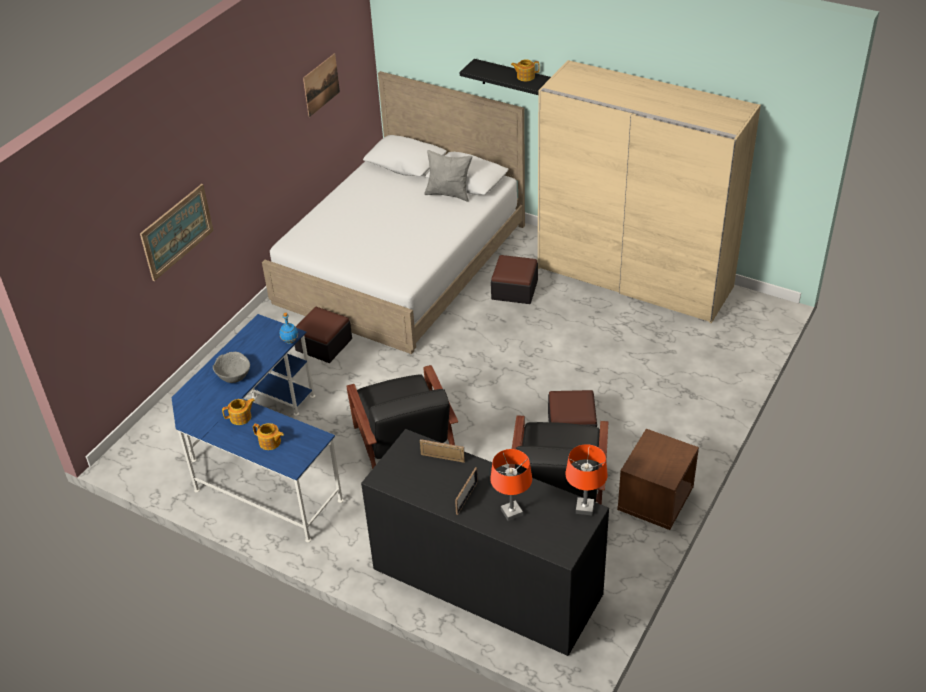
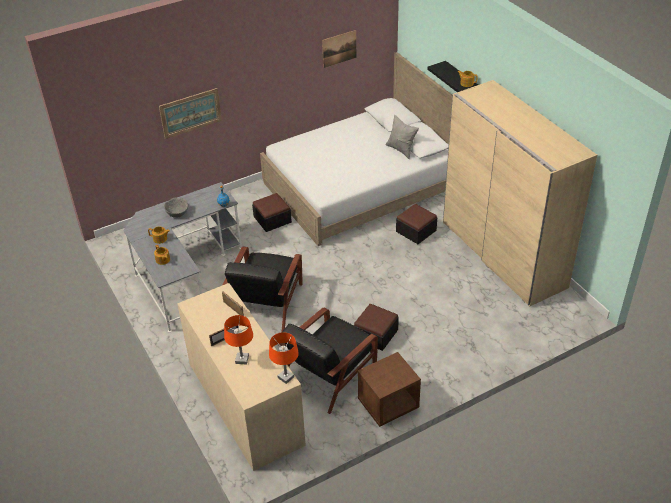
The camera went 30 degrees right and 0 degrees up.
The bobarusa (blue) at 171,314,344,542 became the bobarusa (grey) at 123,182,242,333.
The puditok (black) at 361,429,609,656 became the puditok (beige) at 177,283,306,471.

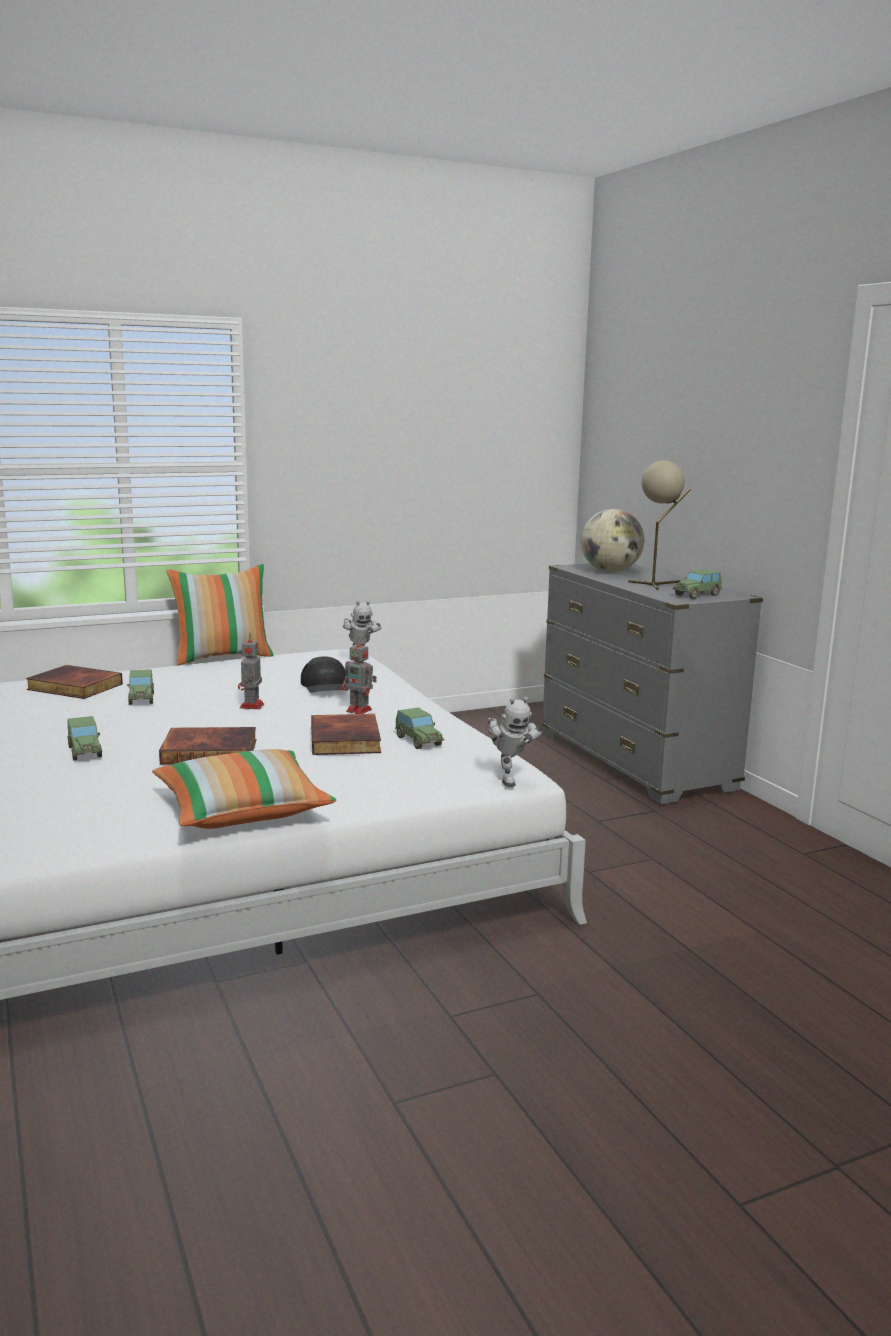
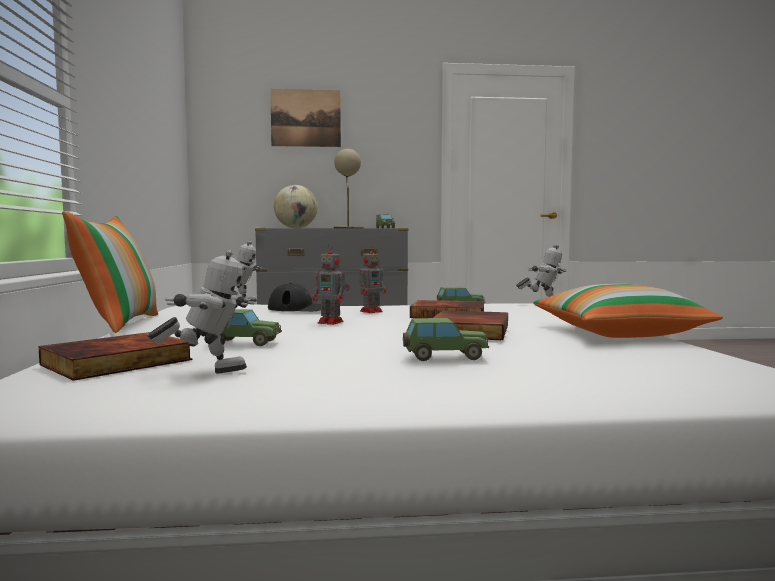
The camera went 70 degrees left and 10 degrees down.
The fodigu at 148,250,254,374 appeared.
The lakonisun at 270,89,341,147 appeared.

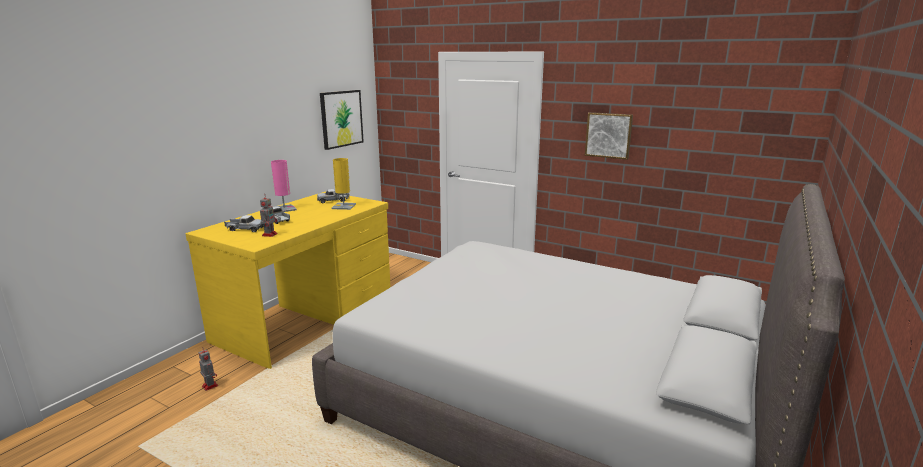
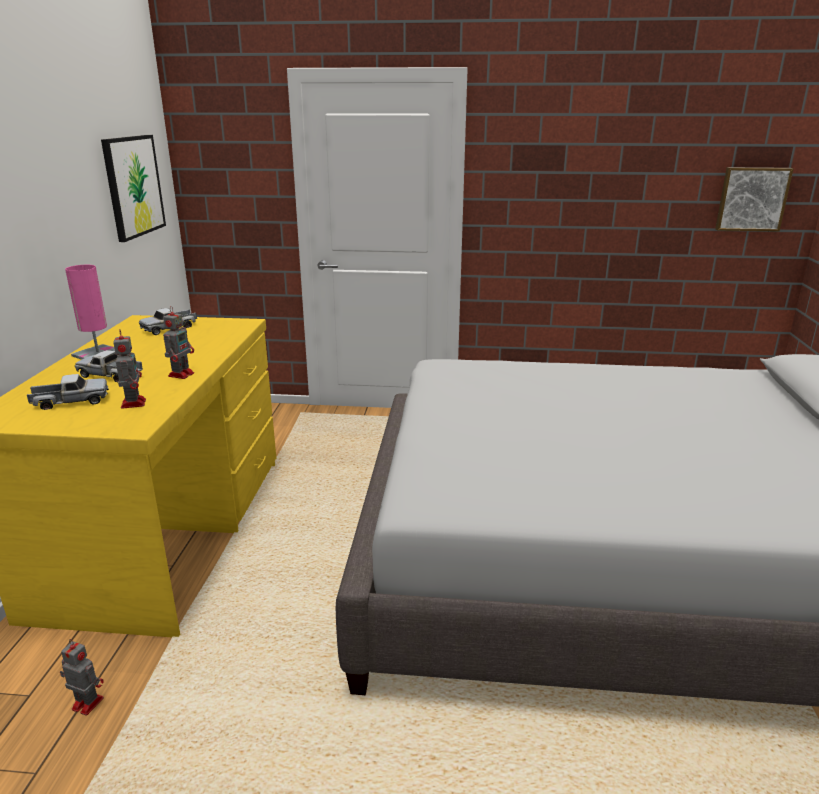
The camera went 25 degrees left and 5 degrees up.
The fodigu at 163,306,194,379 appeared.
The lakonisun moved from 585,112,633,160 to 715,167,793,232.
The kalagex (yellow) at 332,158,356,210 disappeared.

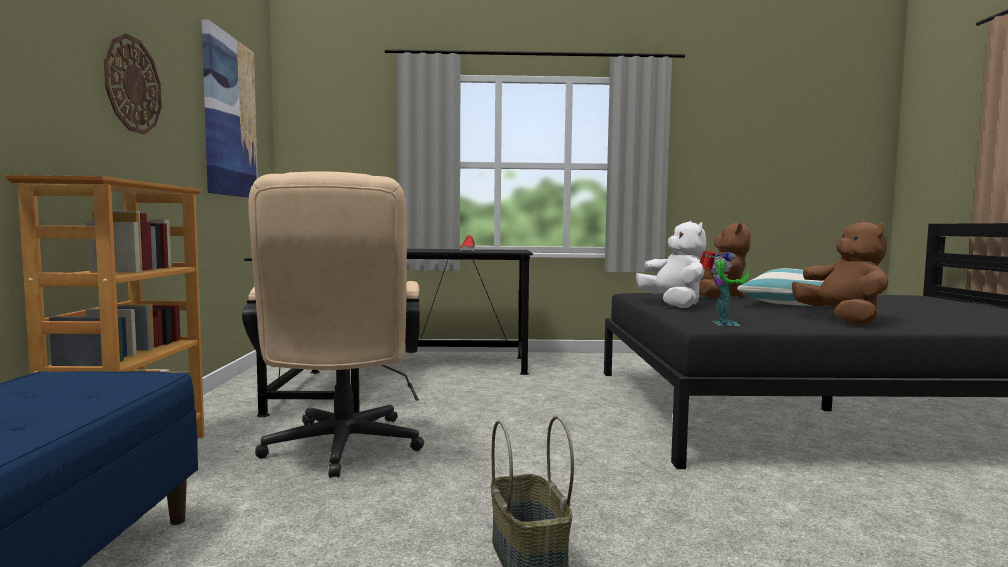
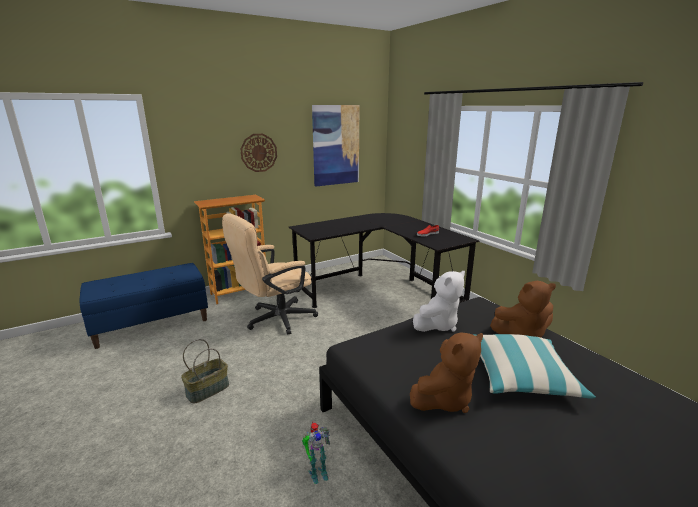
The camera went 60 degrees right and 15 degrees up.
The fodigu moved from 700,250,749,326 to 302,422,330,484.

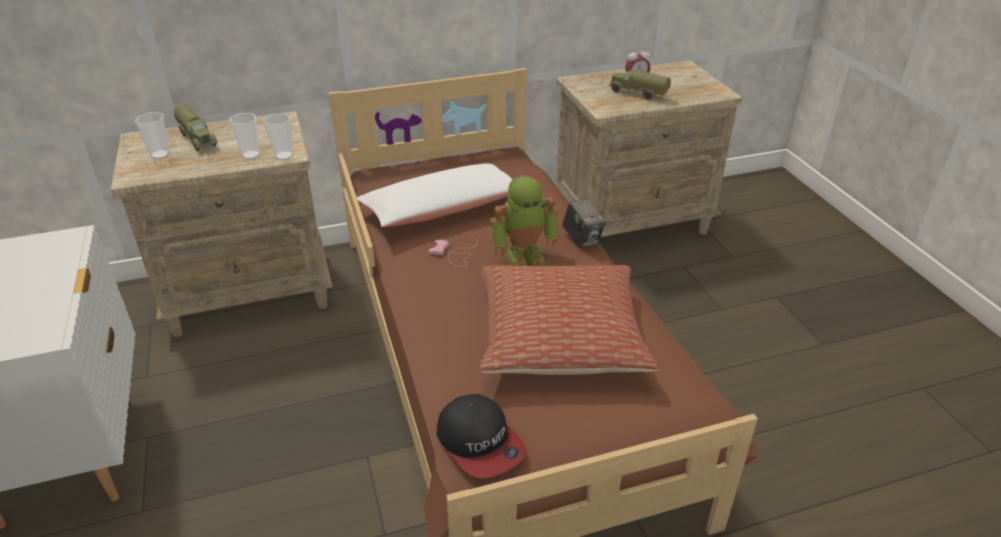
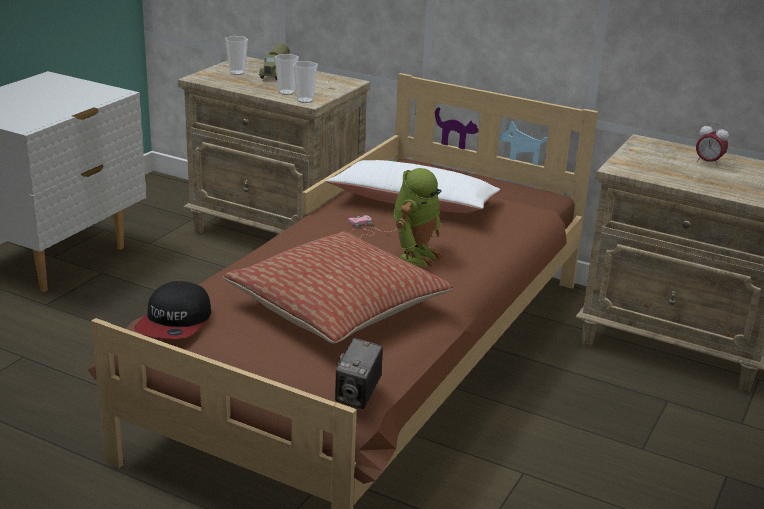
The camera went 45 degrees right and 10 degrees down.
The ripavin moved from 562,198,606,249 to 335,338,383,409.
The fodigu at 490,175,559,266 turned 90 degrees counterclockwise.
The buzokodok at 609,70,671,100 disappeared.

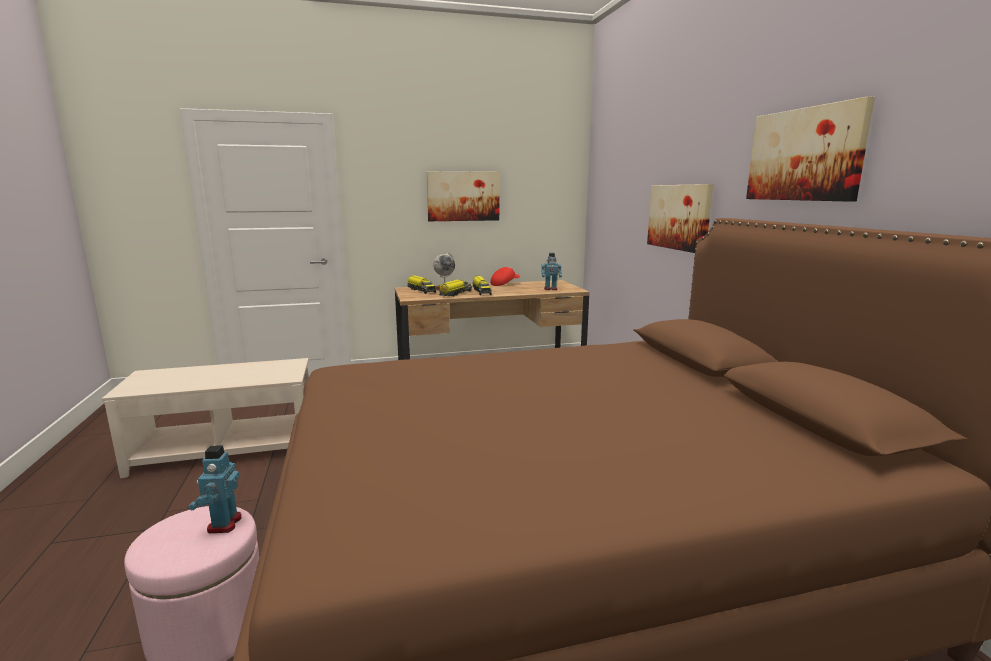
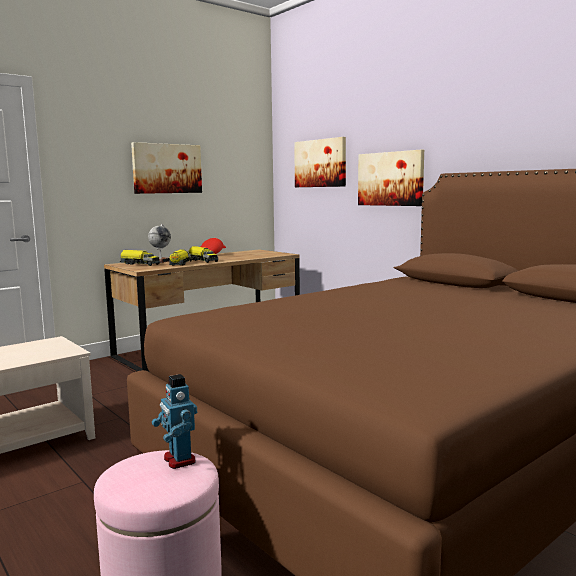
The camera went 25 degrees left and 5 degrees down.
The lakonisun moved from 746,96,875,202 to 294,137,346,187.
The fodigu at 541,253,562,290 disappeared.

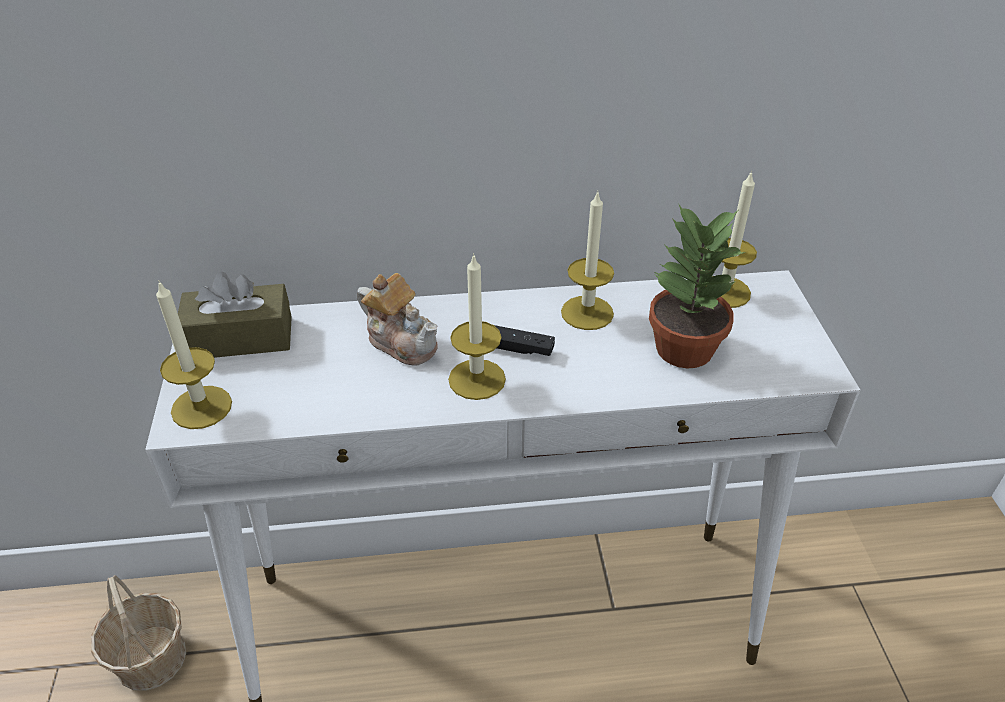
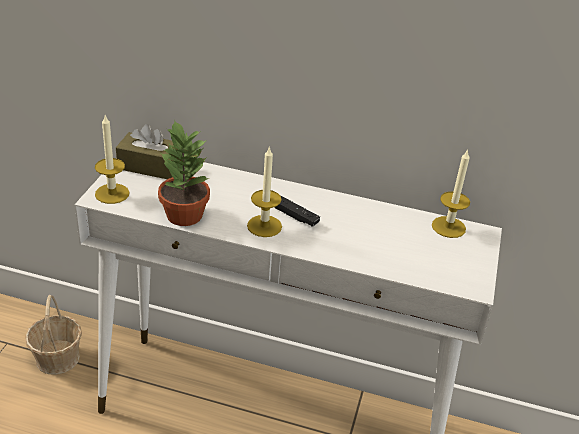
The camera went 20 degrees right and 5 degrees down.
The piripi moved from 649,205,745,368 to 158,119,210,226.
The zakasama at 357,273,438,366 disappeared.
The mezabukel at 561,190,614,330 disappeared.

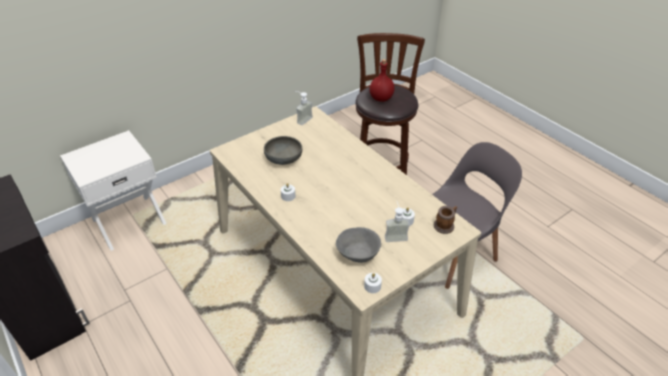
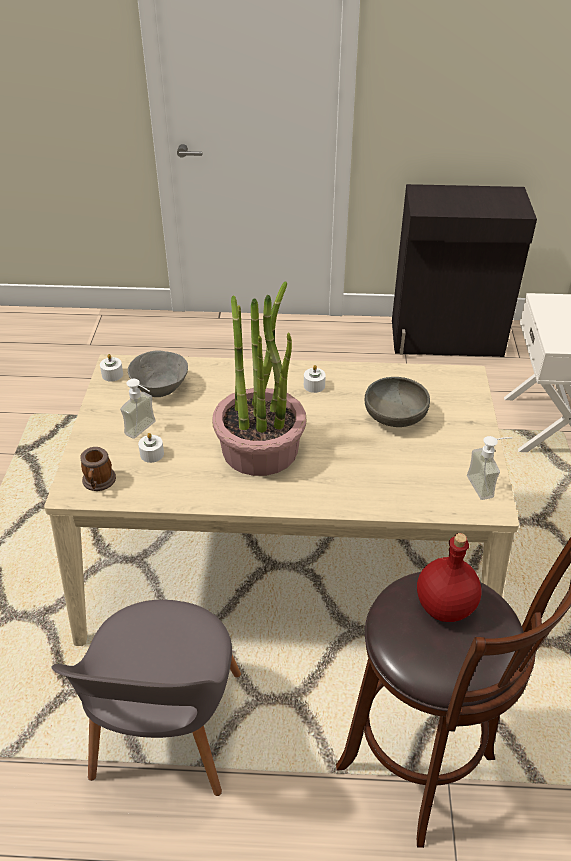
The camera went 130 degrees right and 0 degrees up.
The piripi at 212,282,306,476 appeared.

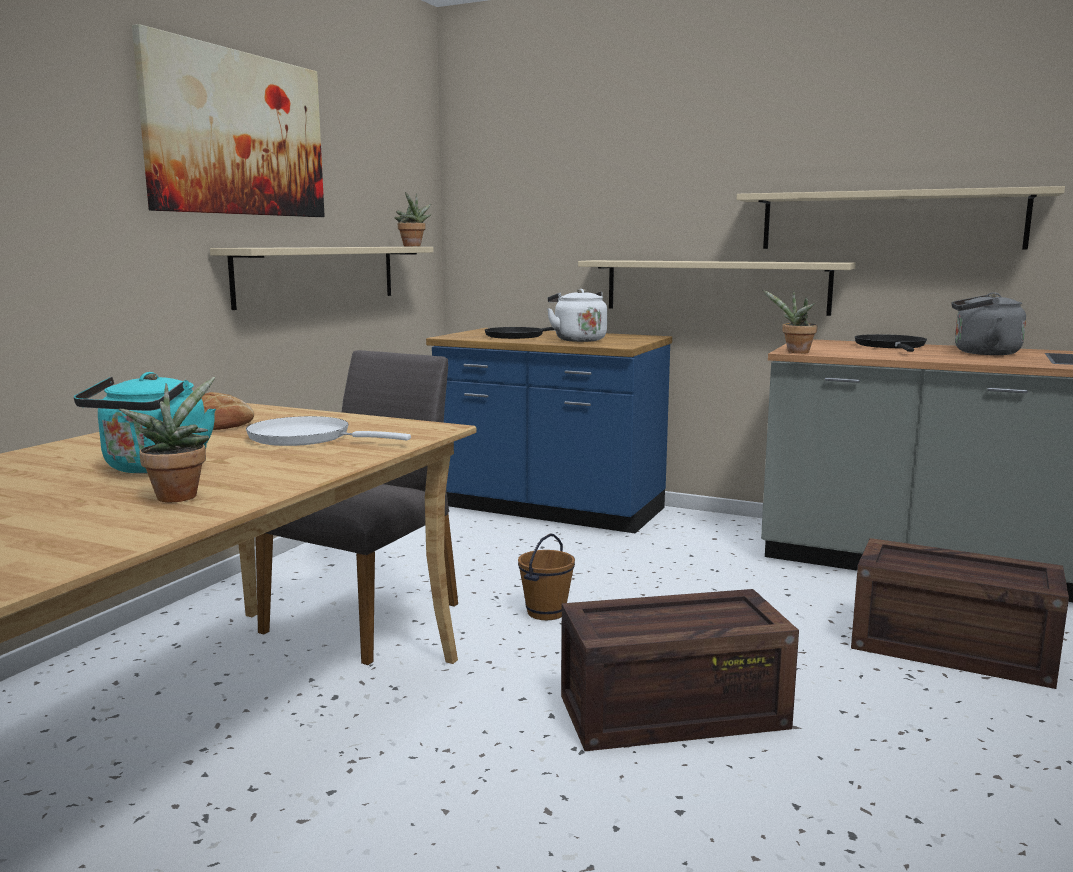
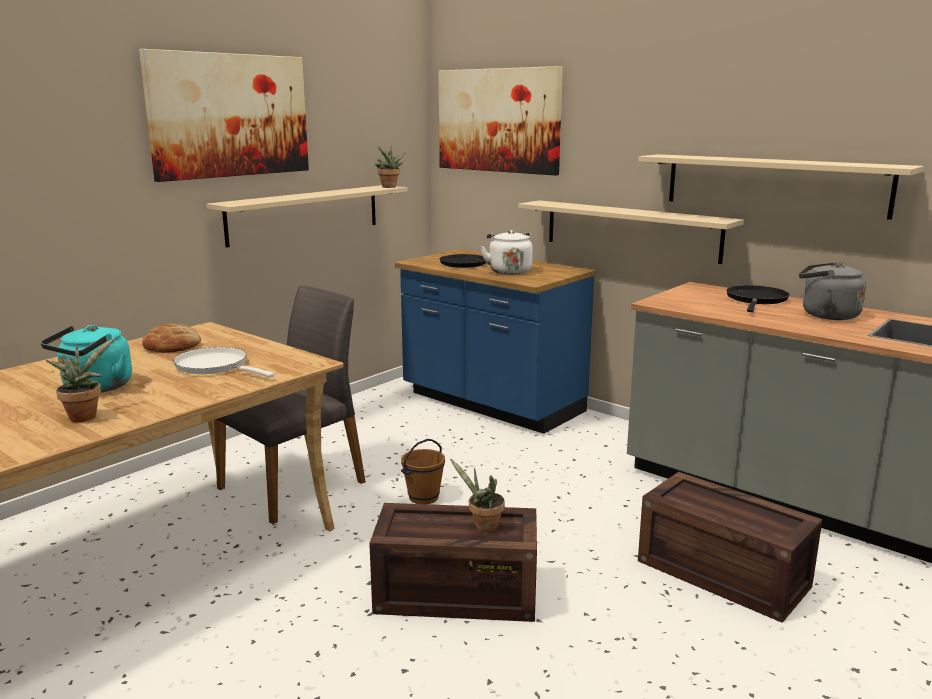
The camera went 15 degrees right and 5 degrees up.
The lakonisun at 439,66,563,176 appeared.
The piripi moved from 762,290,818,353 to 450,458,505,532.

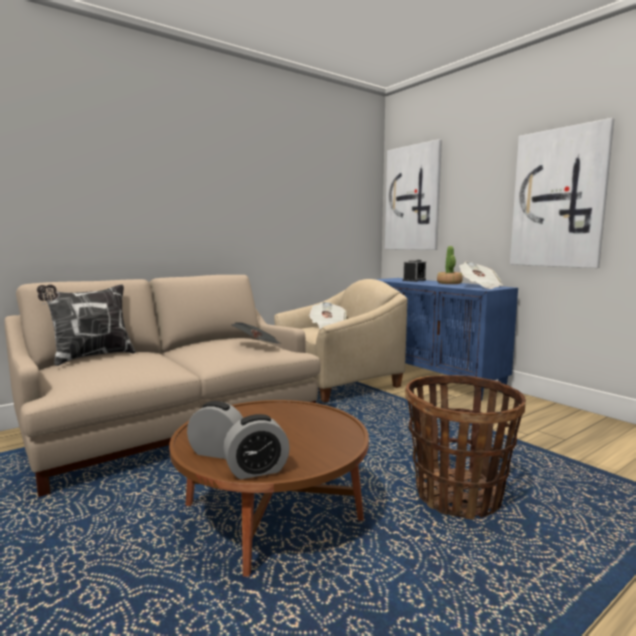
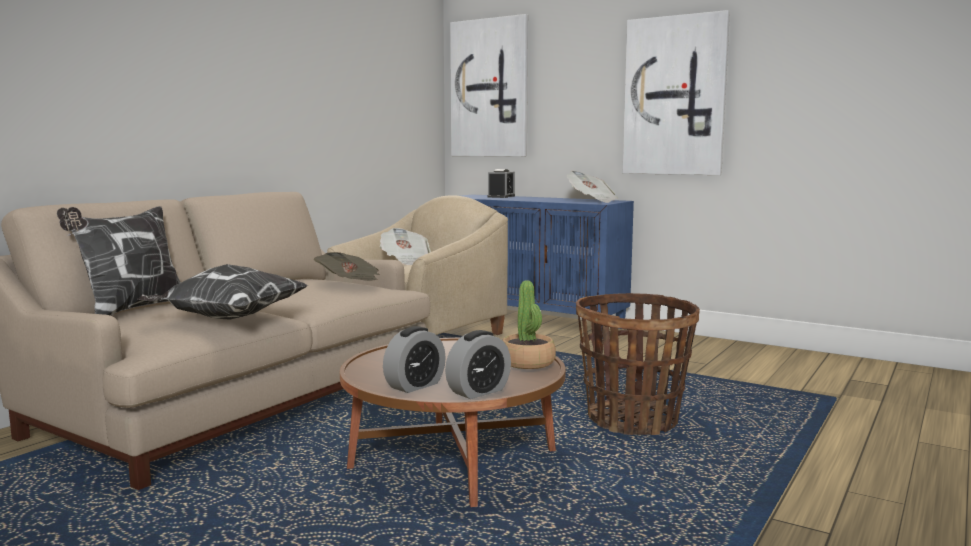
The camera went 20 degrees left and 0 degrees up.
The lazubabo at 137,264,309,320 appeared.
The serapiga at 187,401,243,459 turned 135 degrees clockwise.
The piripi moved from 437,246,463,284 to 503,280,556,369.

